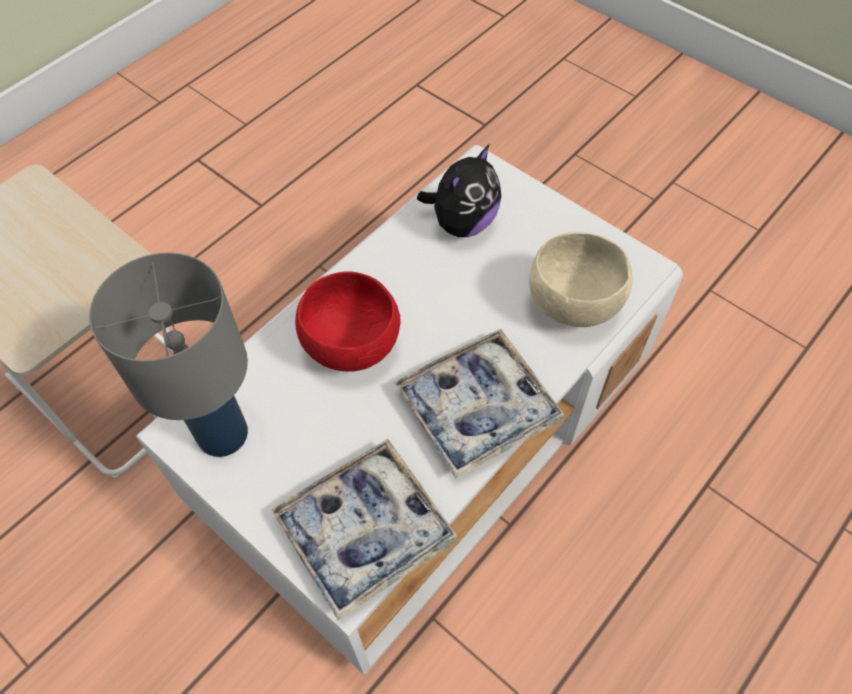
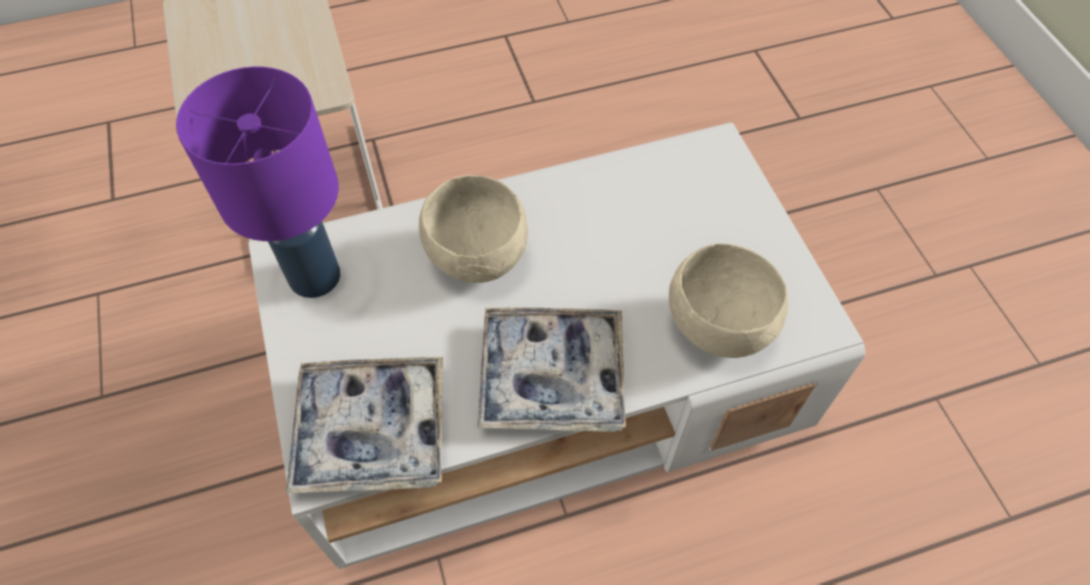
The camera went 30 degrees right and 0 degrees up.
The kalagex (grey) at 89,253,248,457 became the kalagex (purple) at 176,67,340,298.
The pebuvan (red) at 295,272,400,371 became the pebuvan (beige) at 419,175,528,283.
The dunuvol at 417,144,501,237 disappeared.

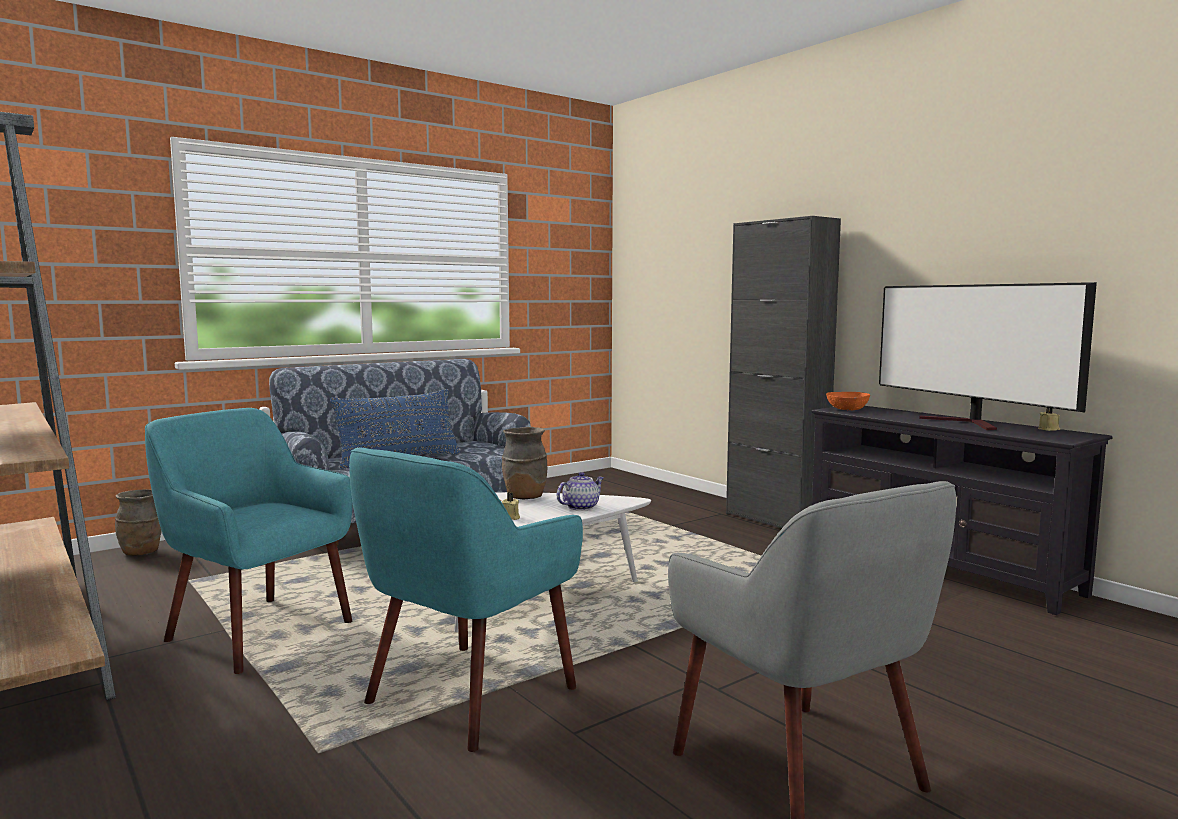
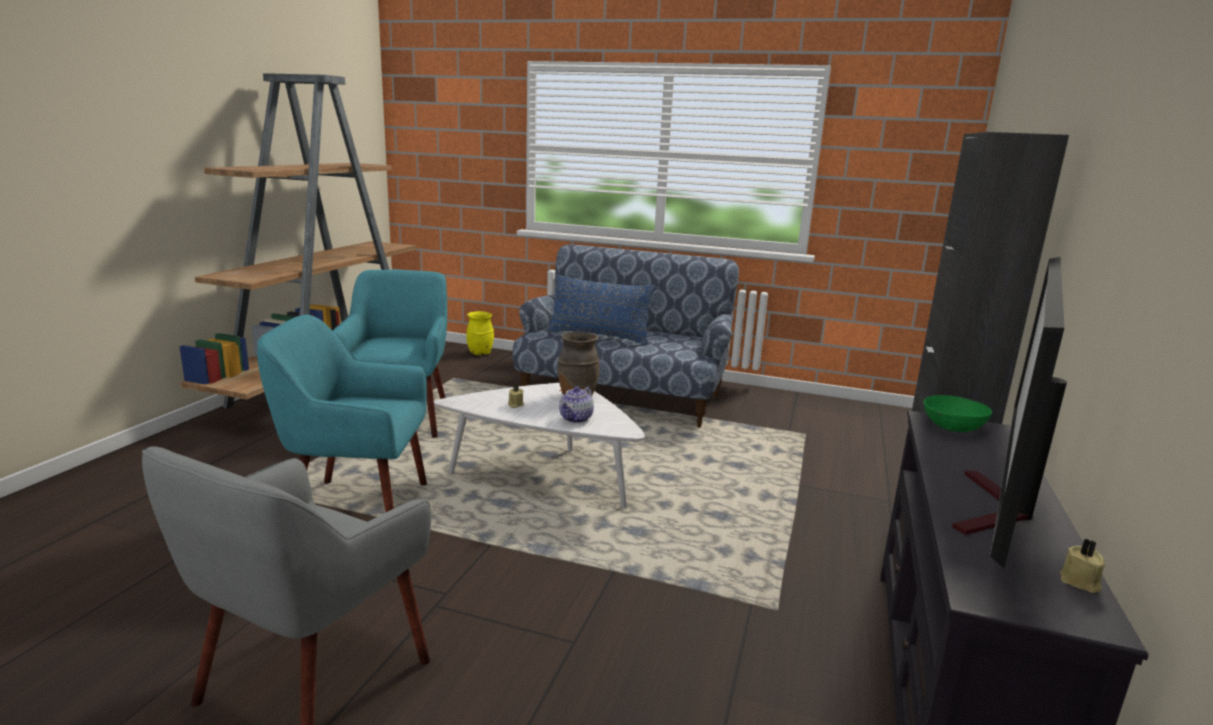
The camera went 55 degrees right and 10 degrees up.
The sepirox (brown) at 115,489,161,556 became the sepirox (yellow) at 466,311,494,355.
The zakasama at 557,472,604,511 turned 105 degrees clockwise.
The pebuvan (orange) at 826,392,870,411 became the pebuvan (green) at 924,395,992,432.

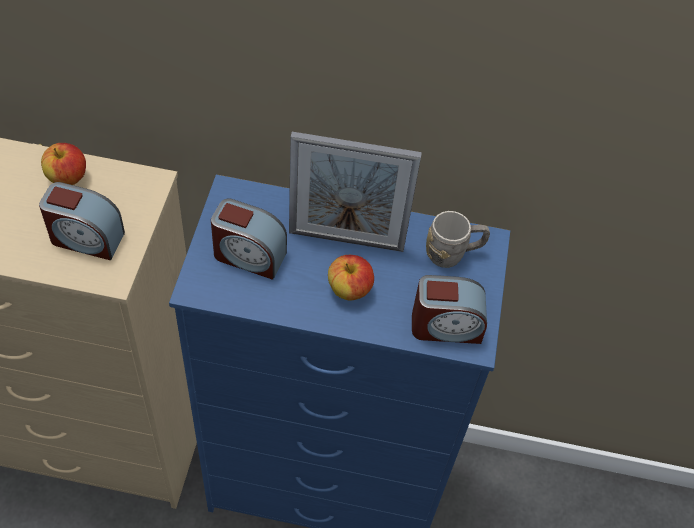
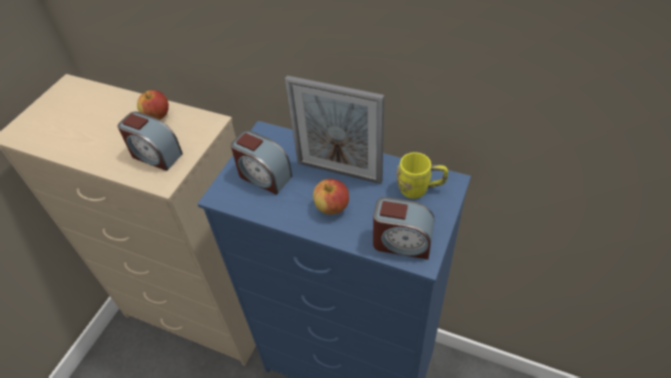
The camera went 20 degrees right and 5 degrees down.
The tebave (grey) at 426,211,490,268 became the tebave (yellow) at 397,152,448,199.

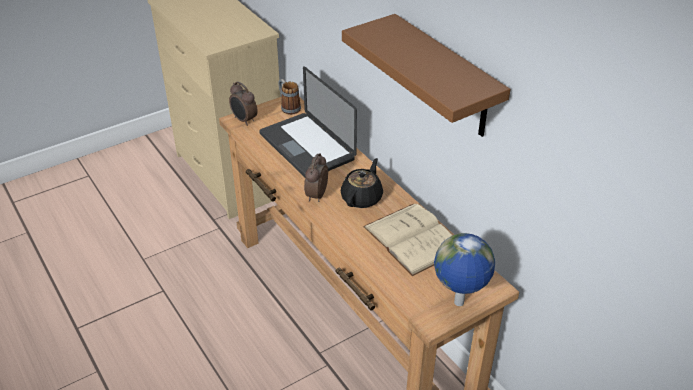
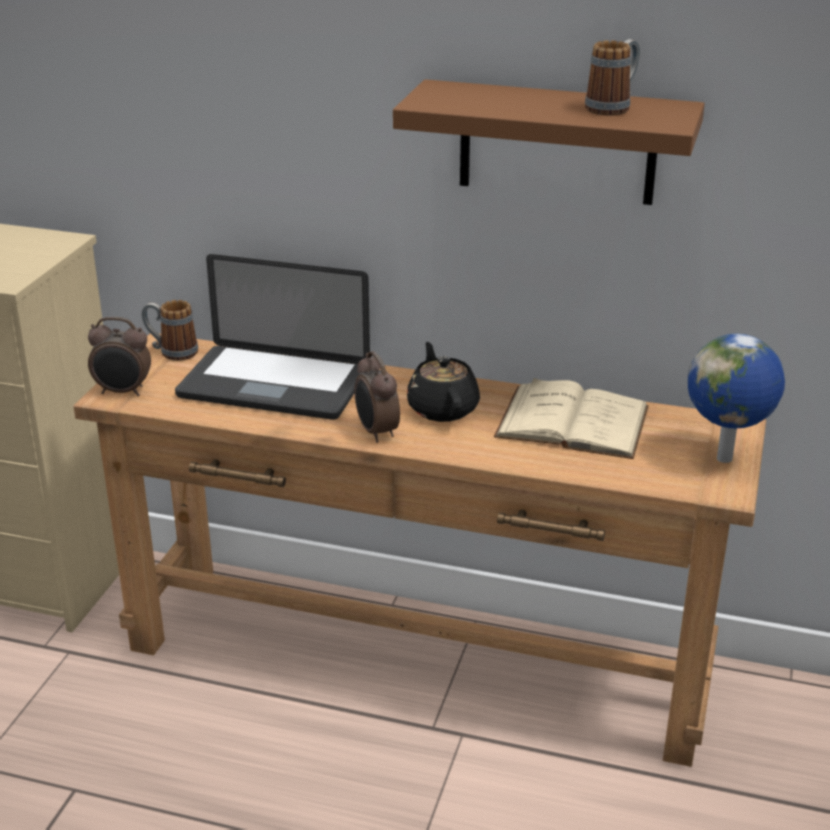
The camera went 40 degrees left and 10 degrees down.
The tebave at 585,39,640,115 appeared.

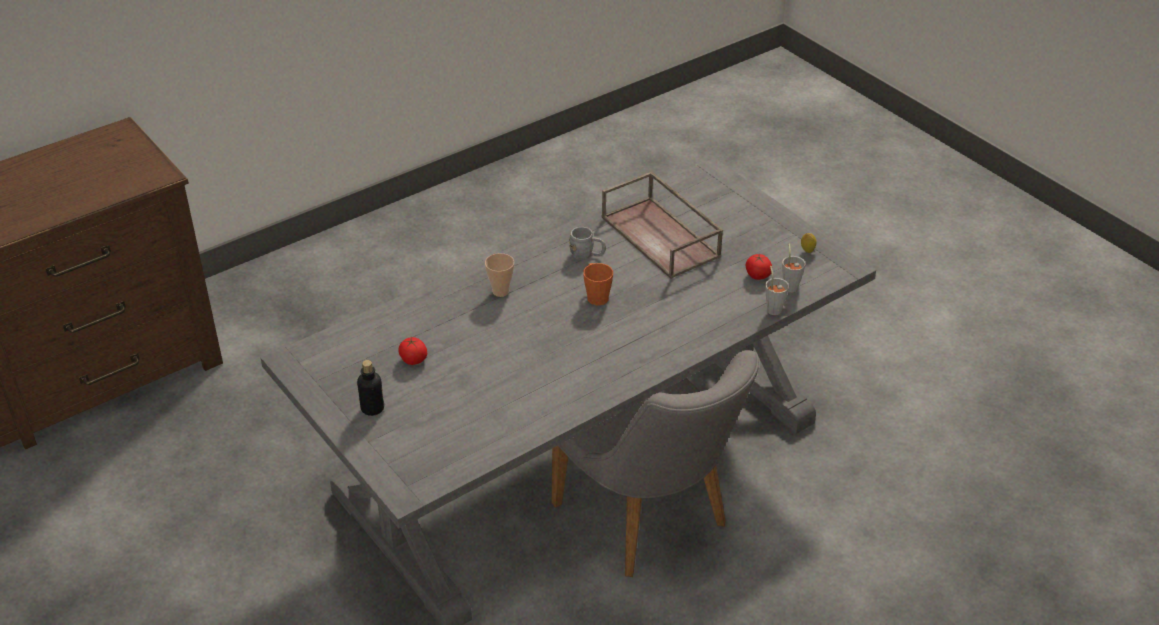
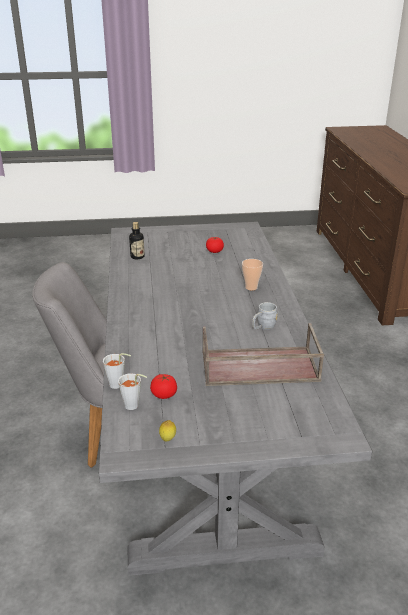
The camera went 120 degrees right and 10 degrees down.
The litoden moved from 357,360,384,416 to 129,222,145,259.
The tebave (orange) at 583,263,613,305 disappeared.

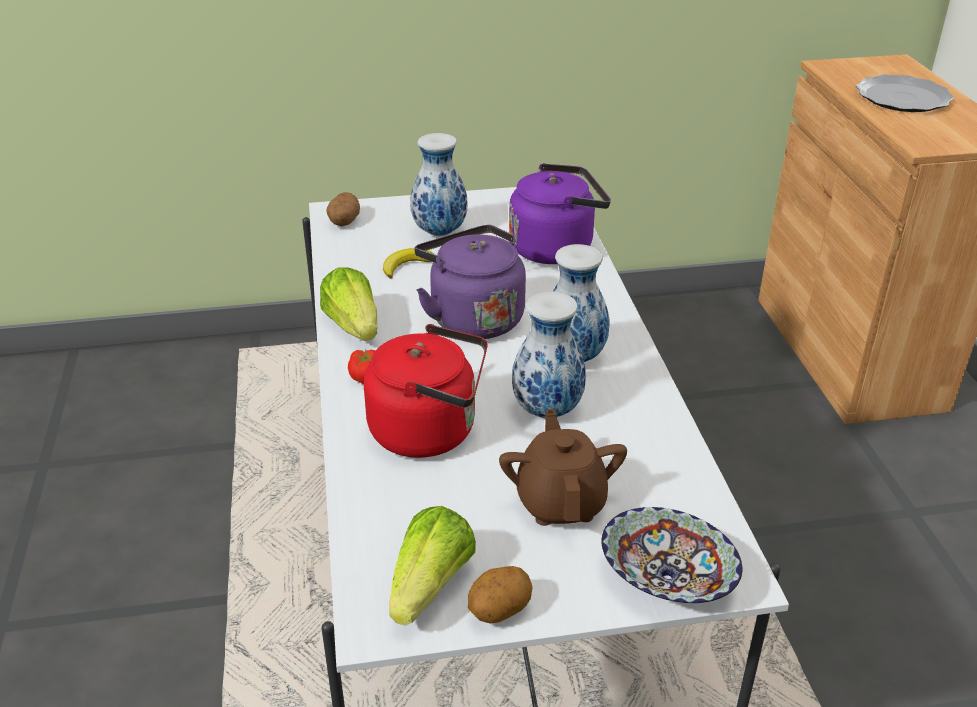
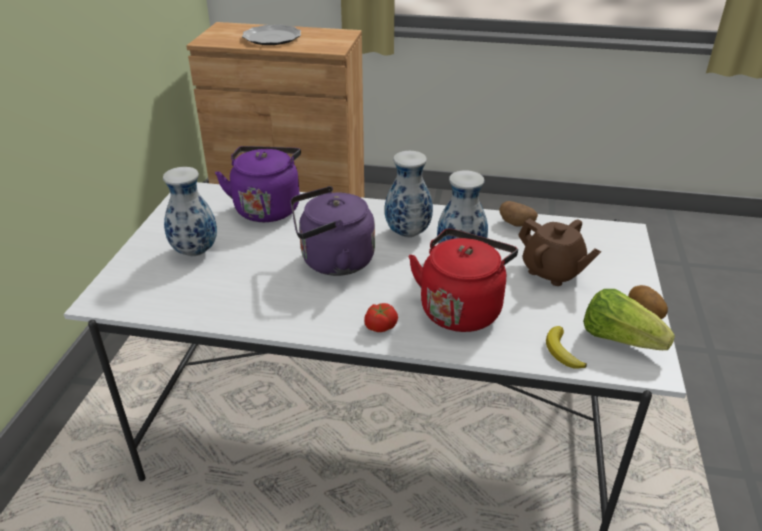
The camera went 70 degrees left and 0 degrees up.
The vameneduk moved from 327,192,360,226 to 500,201,538,227.
The zakasama (brown) at 499,409,627,526 turned 150 degrees counterclockwise.
The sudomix moved from 383,248,434,279 to 546,326,587,369.
The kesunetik at 320,267,378,341 disappeared.
The pebuvan at 602,507,742,603 disappeared.

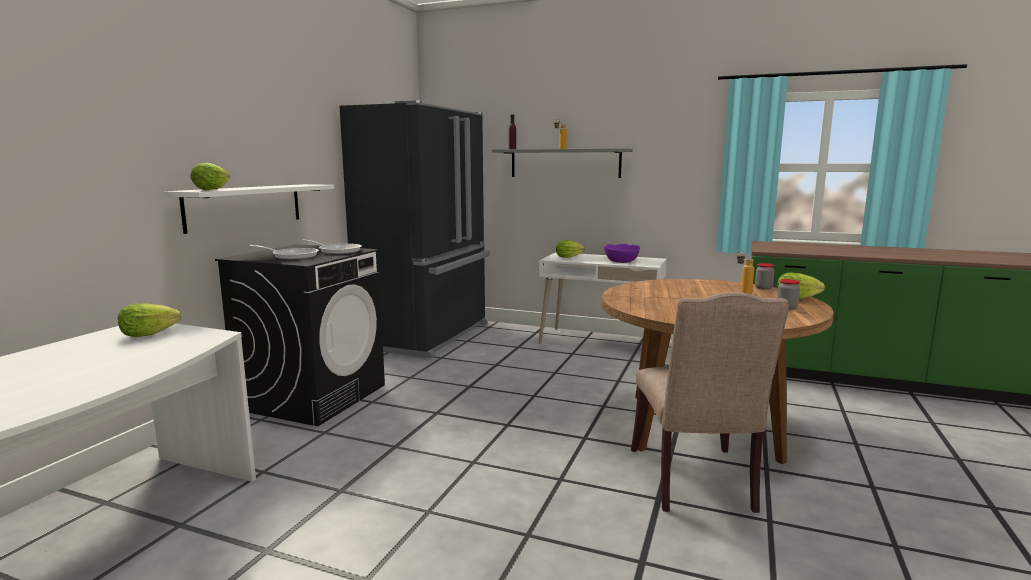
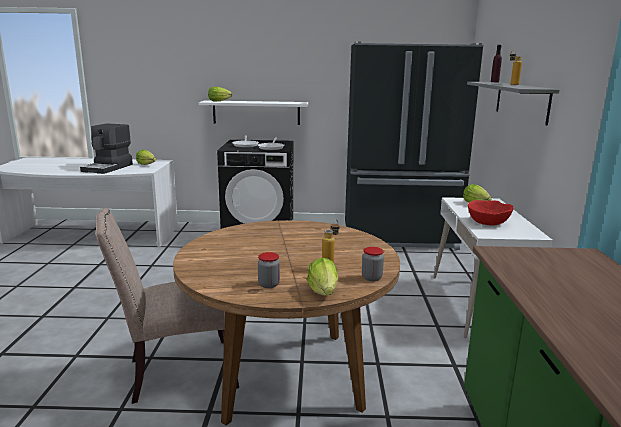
The camera went 70 degrees right and 5 degrees up.
The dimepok at 80,123,133,174 appeared.
The pebuvan (purple) at 604,244,640,263 became the pebuvan (red) at 468,200,514,226.

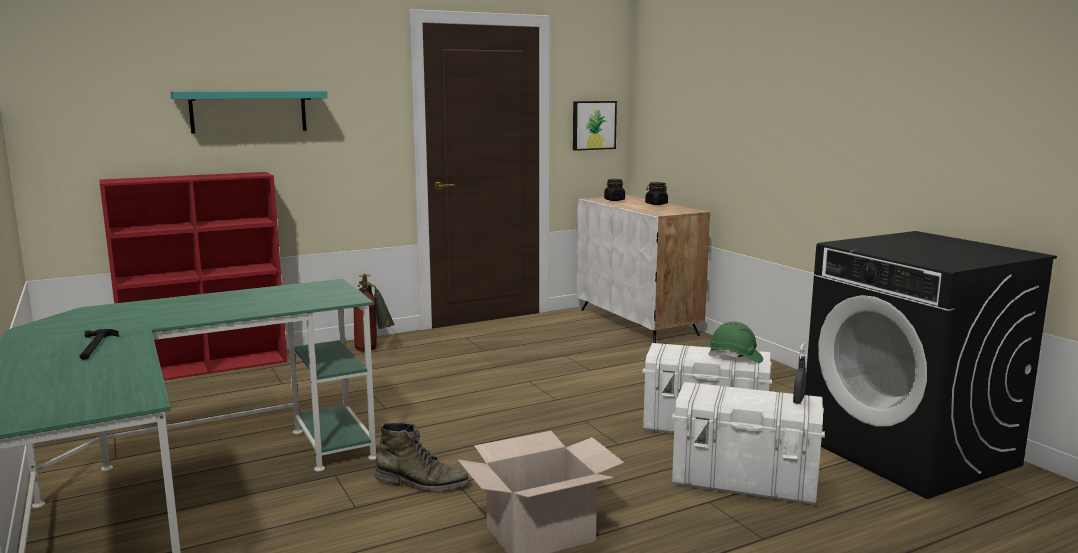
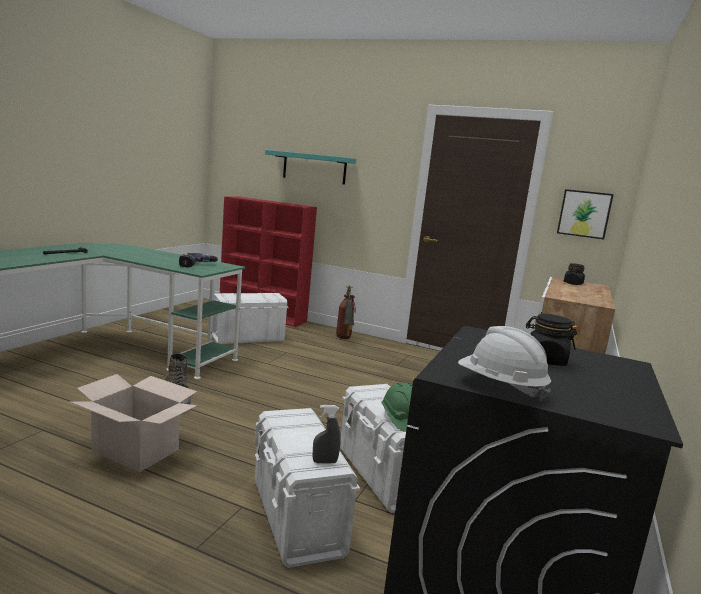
The camera went 50 degrees right and 0 degrees up.
The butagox at 179,253,218,267 appeared.
The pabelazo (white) at 212,293,289,344 appeared.
The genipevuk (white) at 458,326,551,401 appeared.
The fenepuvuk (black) moved from 645,182,668,205 to 526,314,578,366.

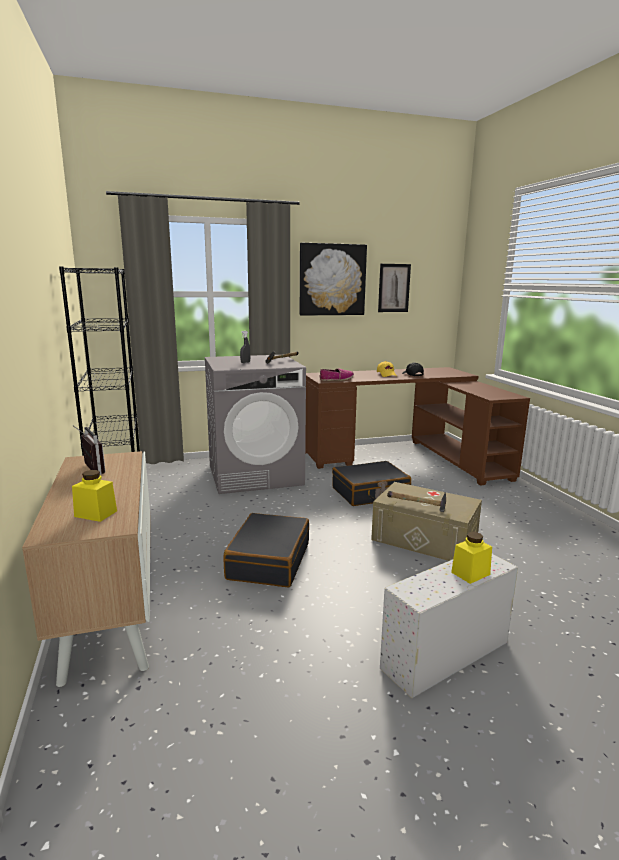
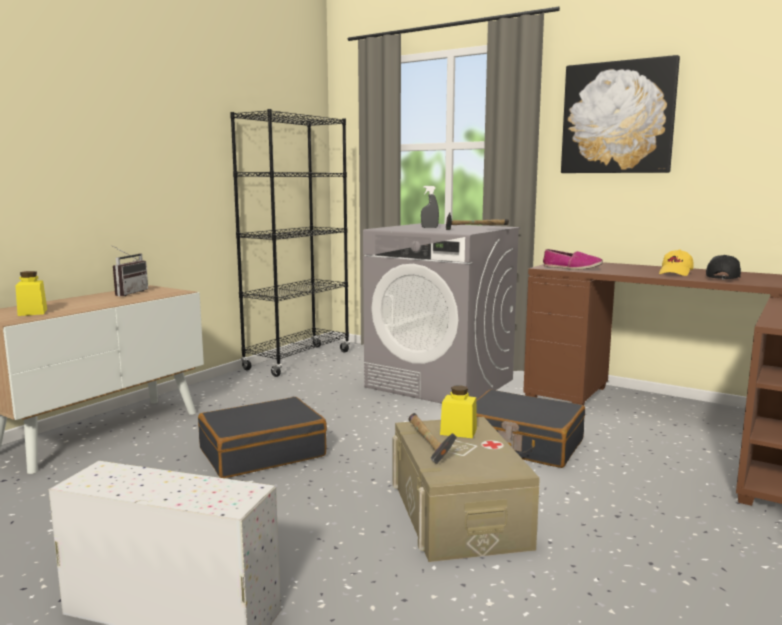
The camera went 50 degrees right and 5 degrees down.
The fenepuvuk (yellow) moved from 451,532,492,584 to 440,385,477,438.
The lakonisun at 378,264,411,312 disappeared.

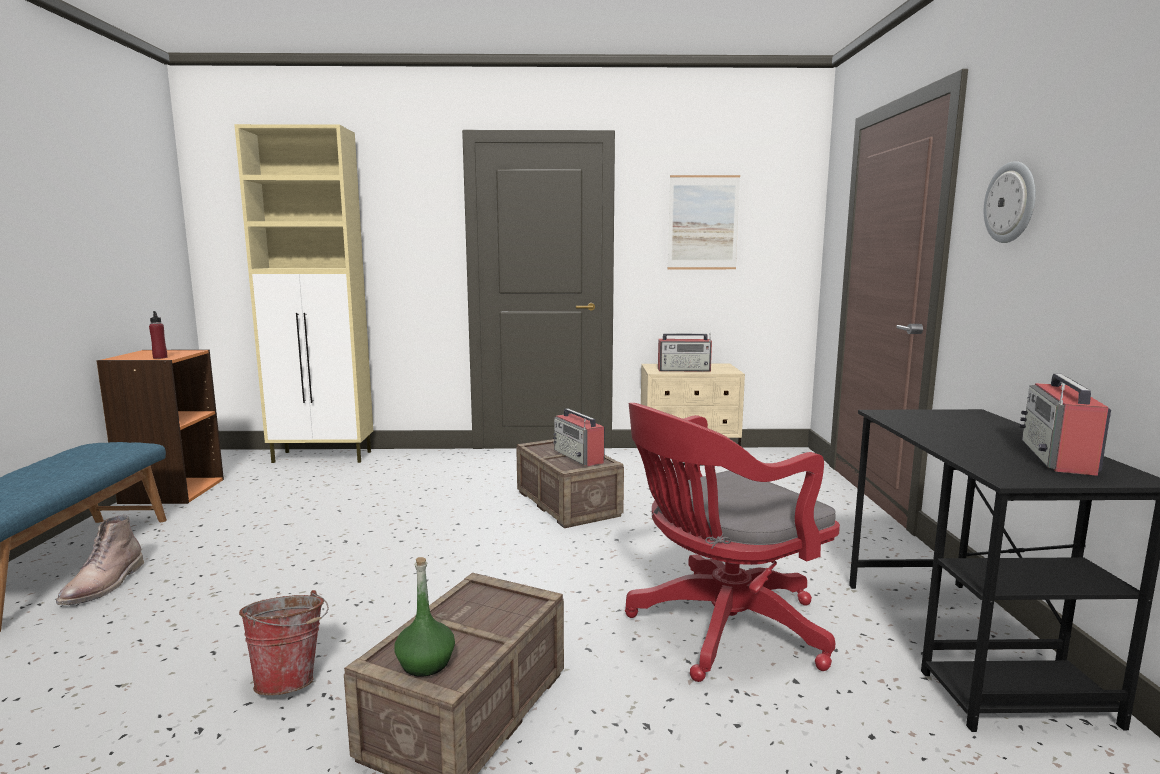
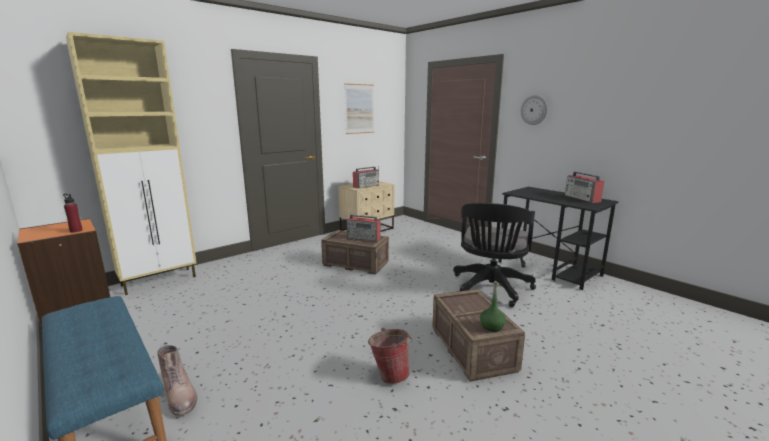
The camera went 40 degrees left and 5 degrees up.
The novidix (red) at 625,403,840,682 became the novidix (black) at 453,203,536,307.

